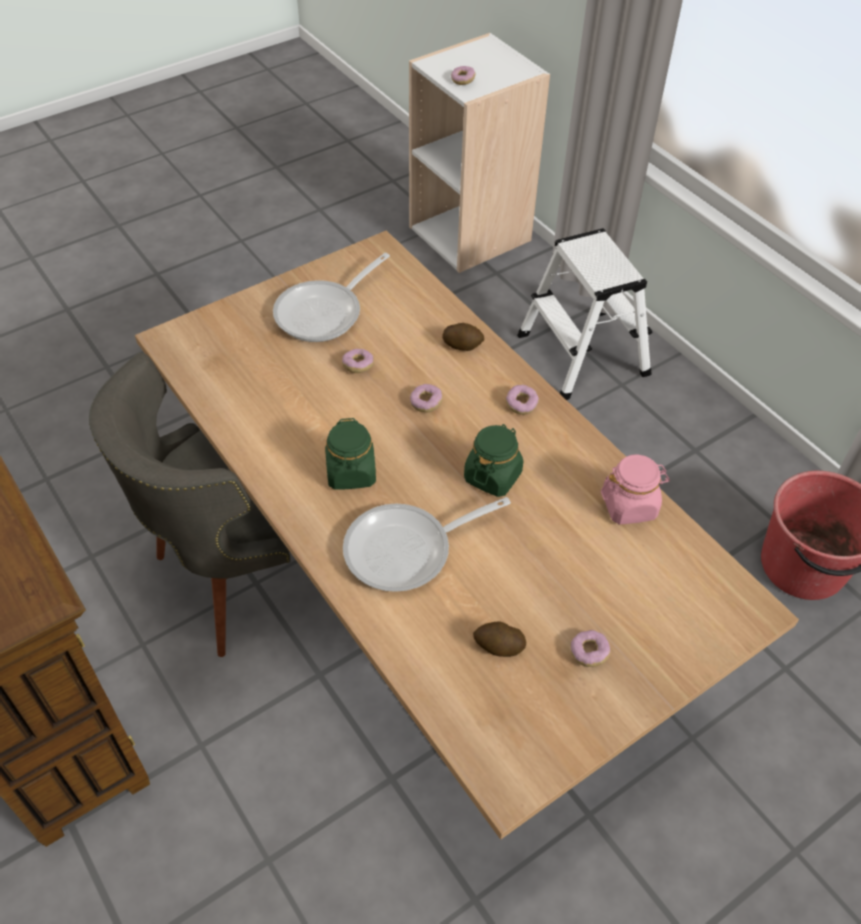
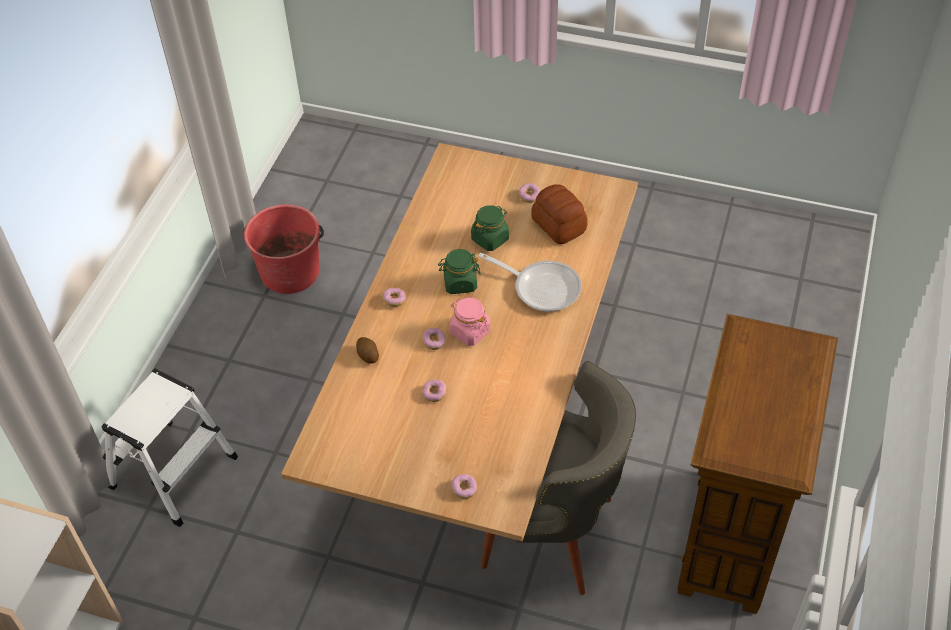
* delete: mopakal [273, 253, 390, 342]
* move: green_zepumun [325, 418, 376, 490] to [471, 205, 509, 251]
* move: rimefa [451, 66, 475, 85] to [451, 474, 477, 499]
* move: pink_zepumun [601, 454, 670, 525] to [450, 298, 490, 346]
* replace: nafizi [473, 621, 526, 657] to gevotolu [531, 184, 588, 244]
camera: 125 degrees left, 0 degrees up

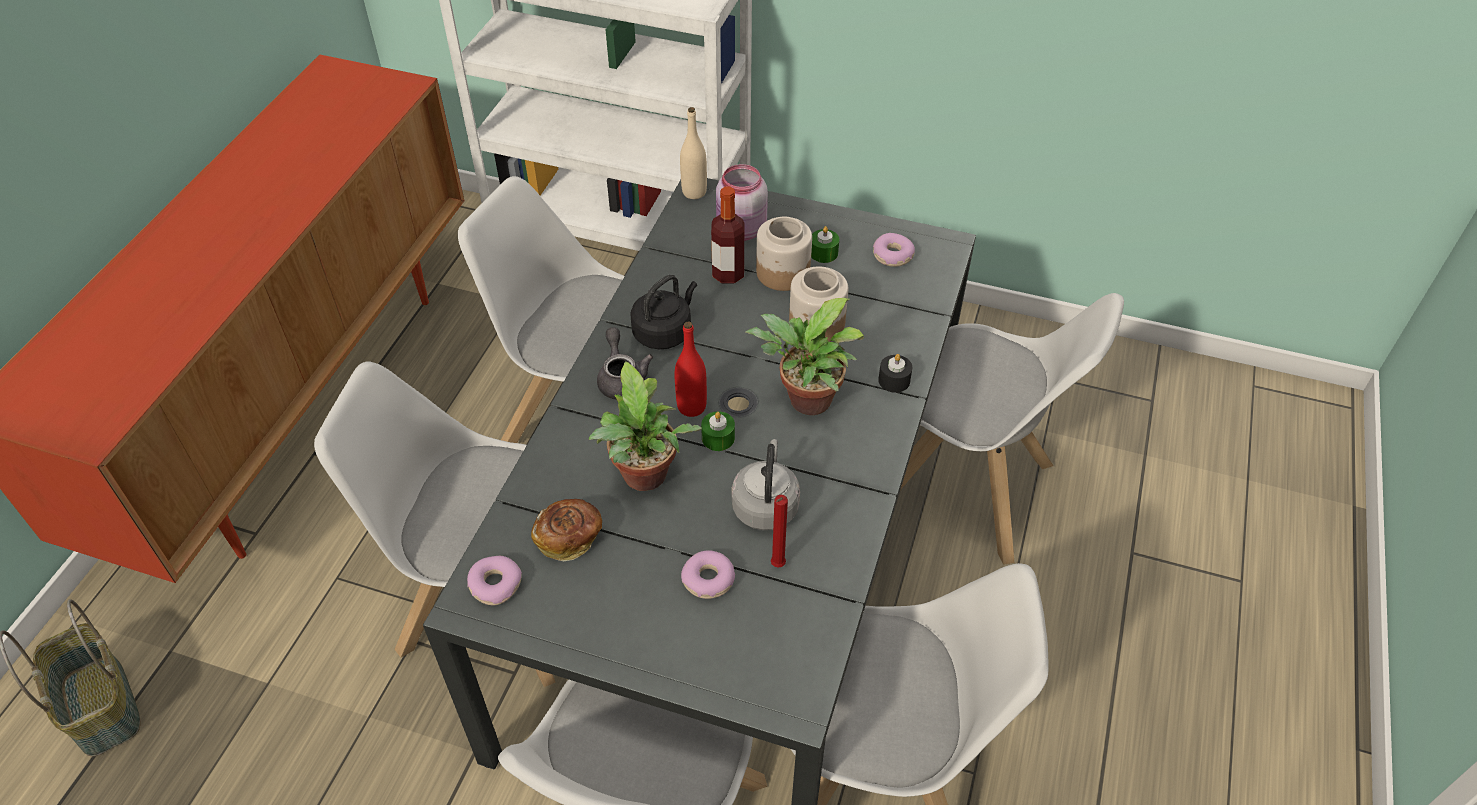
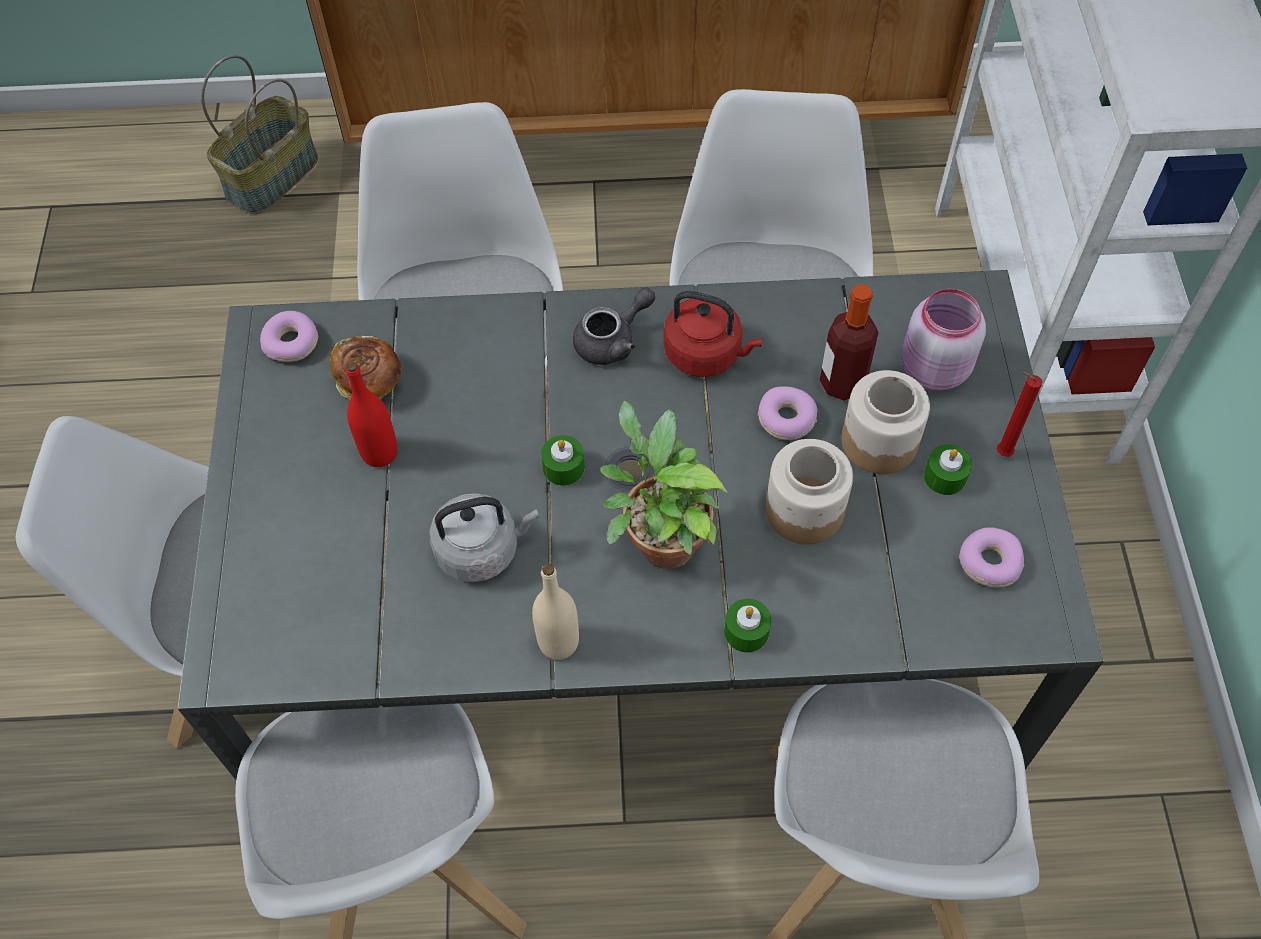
* delete: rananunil [589, 361, 701, 491]
* move: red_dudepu [674, 321, 707, 417] to [346, 362, 398, 467]
* move: beige_dudepu [680, 107, 707, 199] to [532, 564, 579, 660]
* move: rimefa [681, 550, 735, 599] to [758, 386, 818, 440]
* move: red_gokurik [771, 495, 788, 568] to [997, 371, 1042, 457]
* recolor: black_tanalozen [630, 275, 697, 349] to red_tanalozen [664, 291, 763, 377]
* recolor: black_gokurik [878, 354, 913, 393] to green_gokurik [724, 599, 771, 652]
camera: 70 degrees right, 10 degrees up

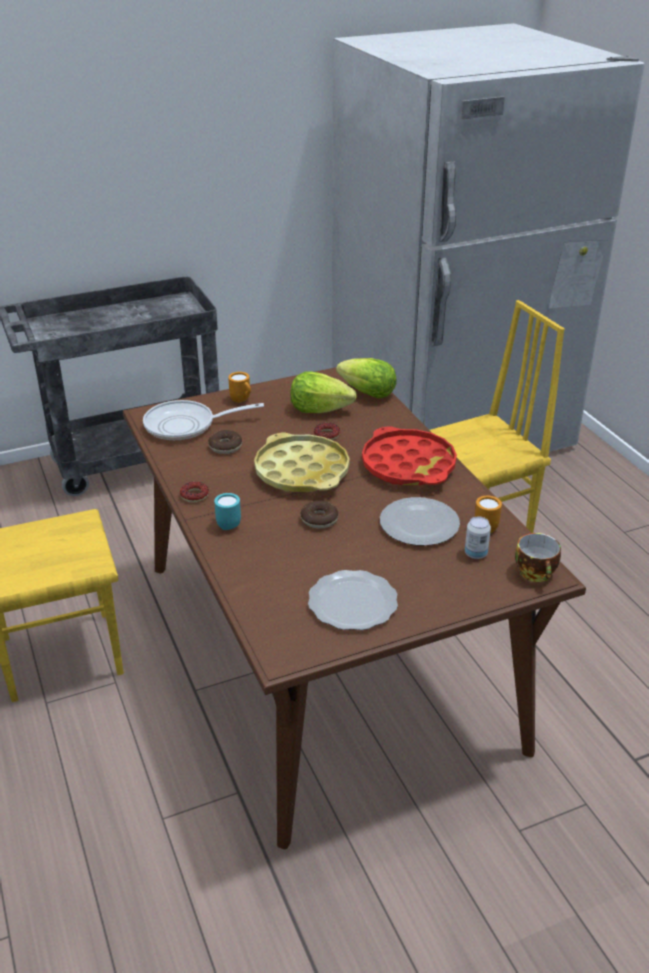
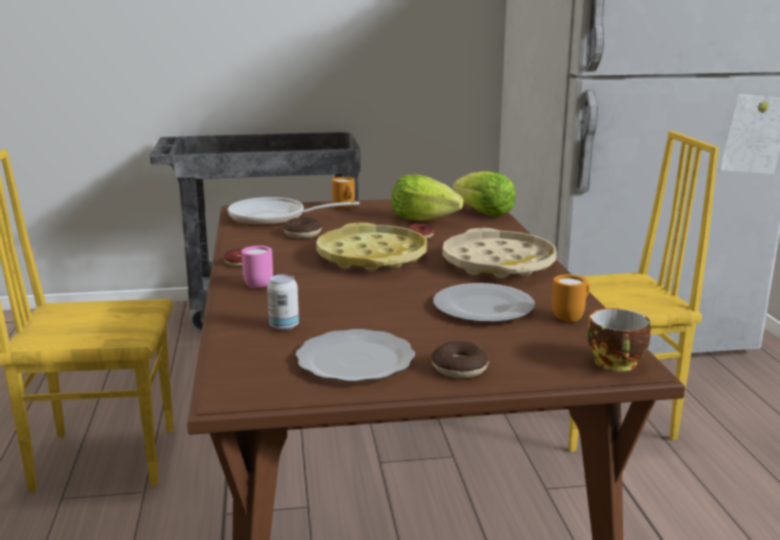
* move: rimefa [300, 500, 339, 528] to [431, 341, 489, 378]
* move: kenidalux [465, 516, 491, 559] to [267, 274, 299, 331]
* recolor: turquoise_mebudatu [214, 493, 241, 530] to pink_mebudatu [242, 246, 273, 288]
* recolor: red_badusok [362, 426, 457, 486] to beige_badusok [442, 228, 557, 278]
camera: 15 degrees right, 15 degrees down

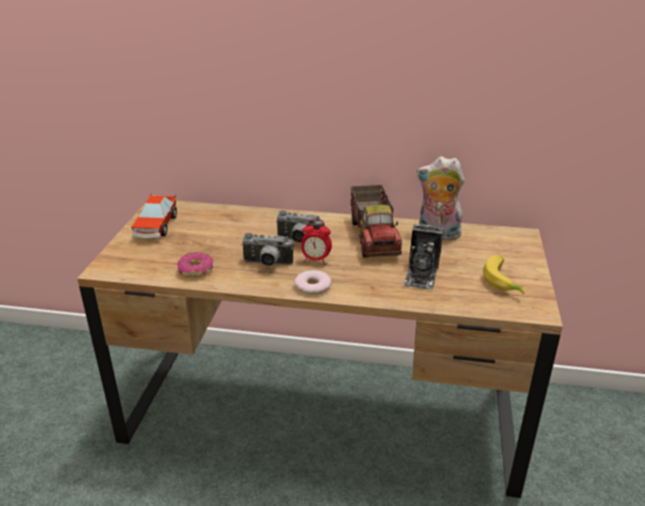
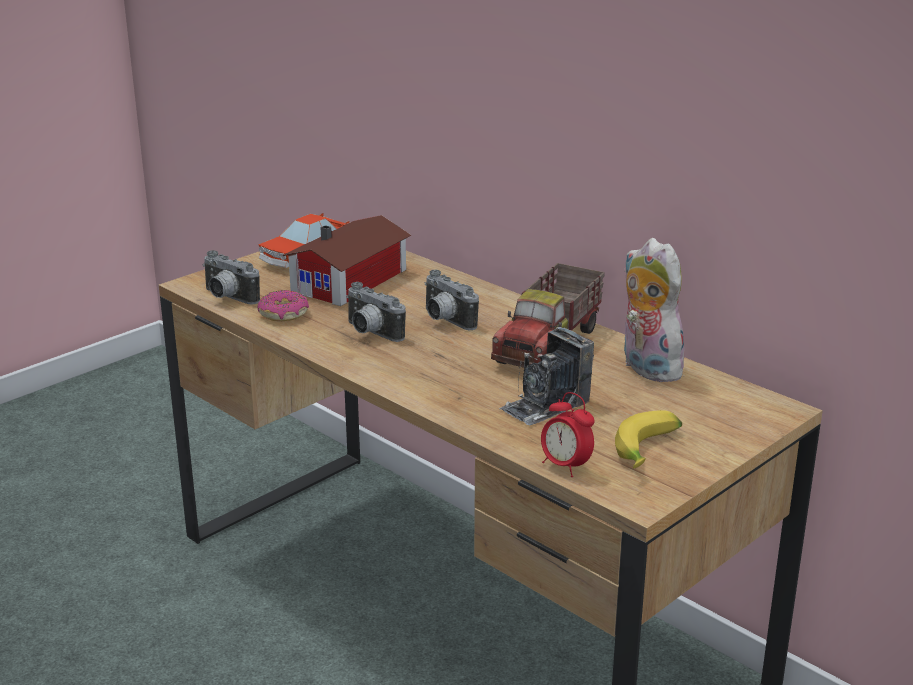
* delete: rimefa [294, 270, 332, 294]
* insert: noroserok [203, 250, 260, 305]
* insert: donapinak [283, 215, 411, 306]
* move: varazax [301, 219, 332, 265] to [541, 392, 595, 477]
camera: 35 degrees right, 5 degrees down

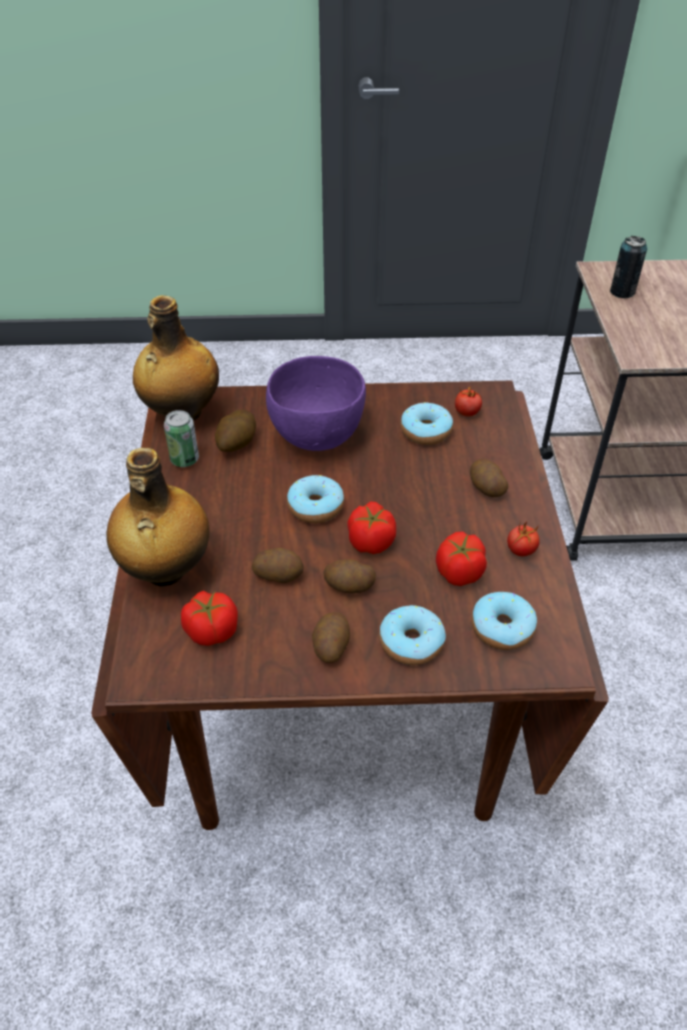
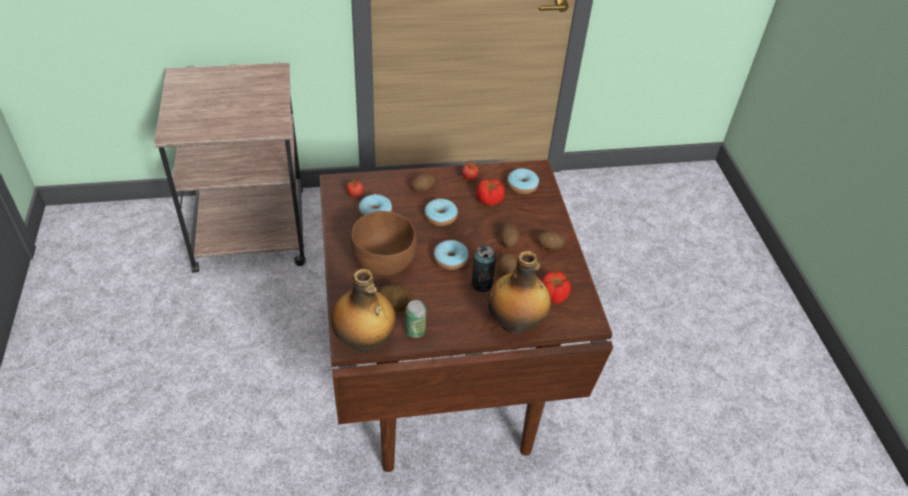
* delete: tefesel [347, 502, 396, 554]
* move: rimefa [379, 605, 446, 665] to [424, 198, 458, 226]
* move: kenidalux [610, 236, 648, 298] to [471, 245, 496, 292]
* recolor: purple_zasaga [266, 356, 366, 451] to brown_zasaga [351, 211, 417, 276]
camera: 100 degrees left, 0 degrees up

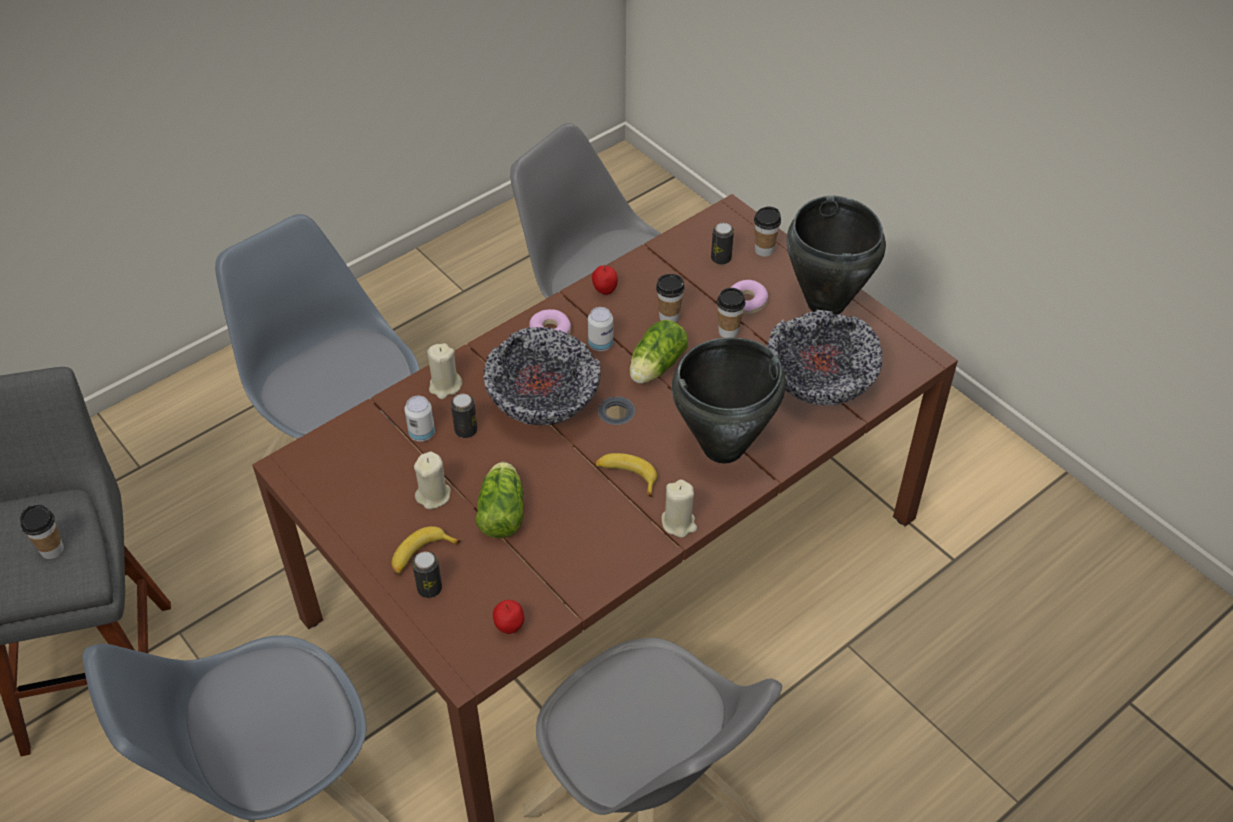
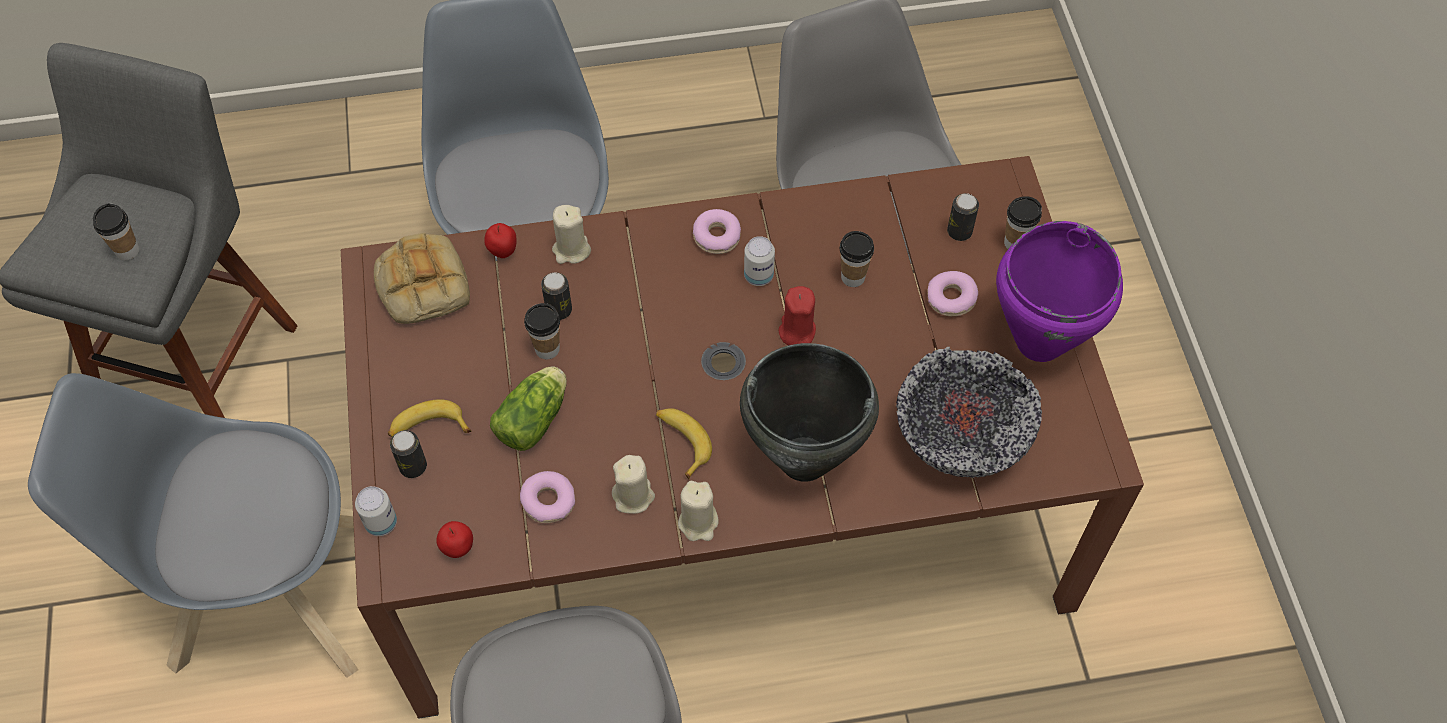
* delete: zasaga [484, 327, 601, 425]
* insert: gevotolu [374, 233, 470, 324]
* insert: rimefa [520, 471, 575, 523]
* move: kenidalux [404, 396, 435, 442] to [355, 486, 397, 536]
* move: beige_gokurik [414, 452, 451, 509] to [612, 455, 655, 514]
* move: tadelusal [592, 265, 618, 295] to [484, 223, 517, 258]
* move: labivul [717, 288, 745, 338] to [524, 303, 560, 359]
* replace: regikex [629, 320, 688, 383] to red_gokurik [779, 286, 816, 345]
* recolor: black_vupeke [787, 196, 886, 315] to purple_vupeke [996, 221, 1123, 362]
camera: 30 degrees right, 10 degrees up

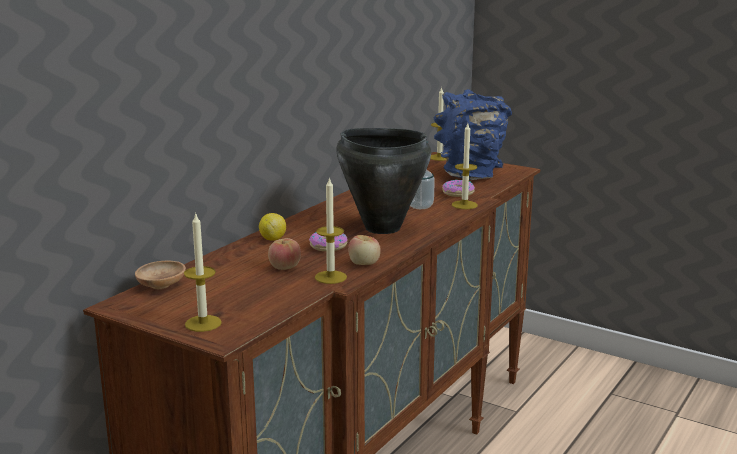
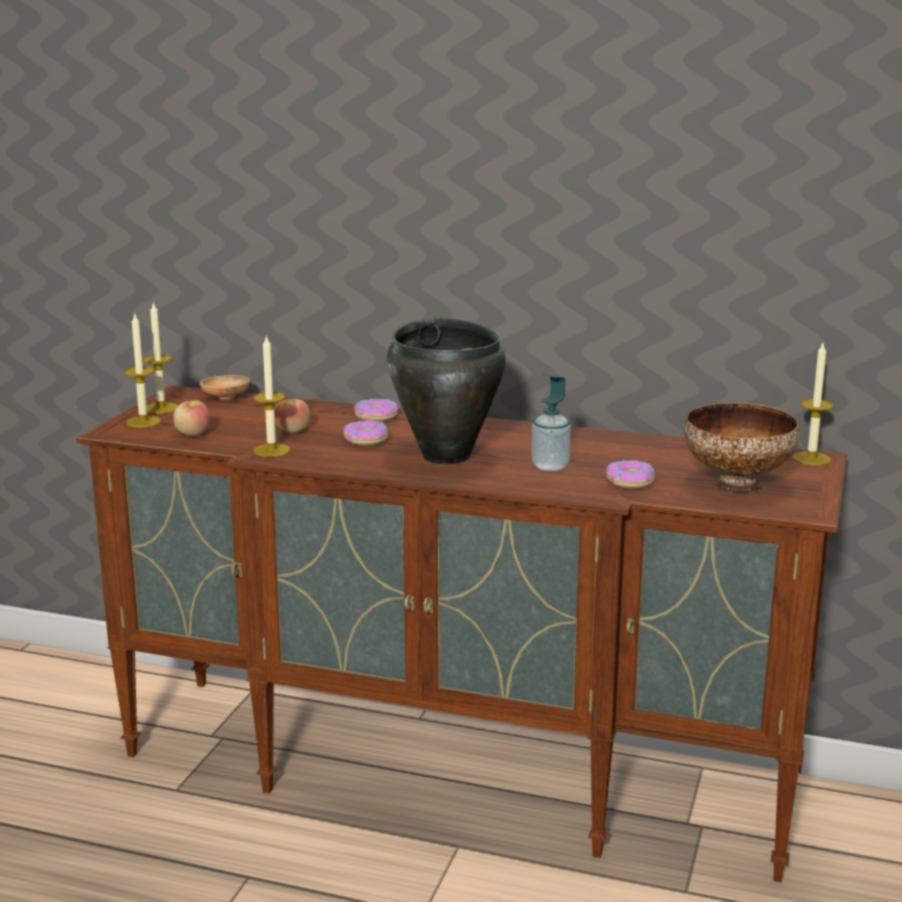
* move: tadelusal [348, 235, 381, 265] to [173, 400, 210, 436]
* move: gokurik [452, 124, 478, 209] to [143, 302, 178, 413]
* replace: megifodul [259, 213, 286, 241] to rimefa [354, 399, 398, 422]
* replace: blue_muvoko [434, 89, 512, 180] to zasaga [684, 403, 799, 493]
camera: 75 degrees right, 0 degrees up

